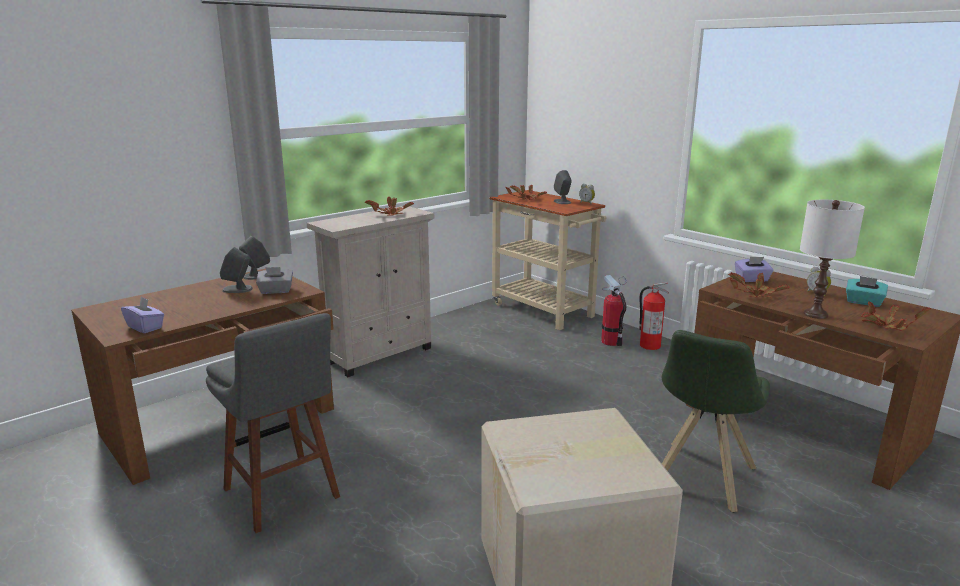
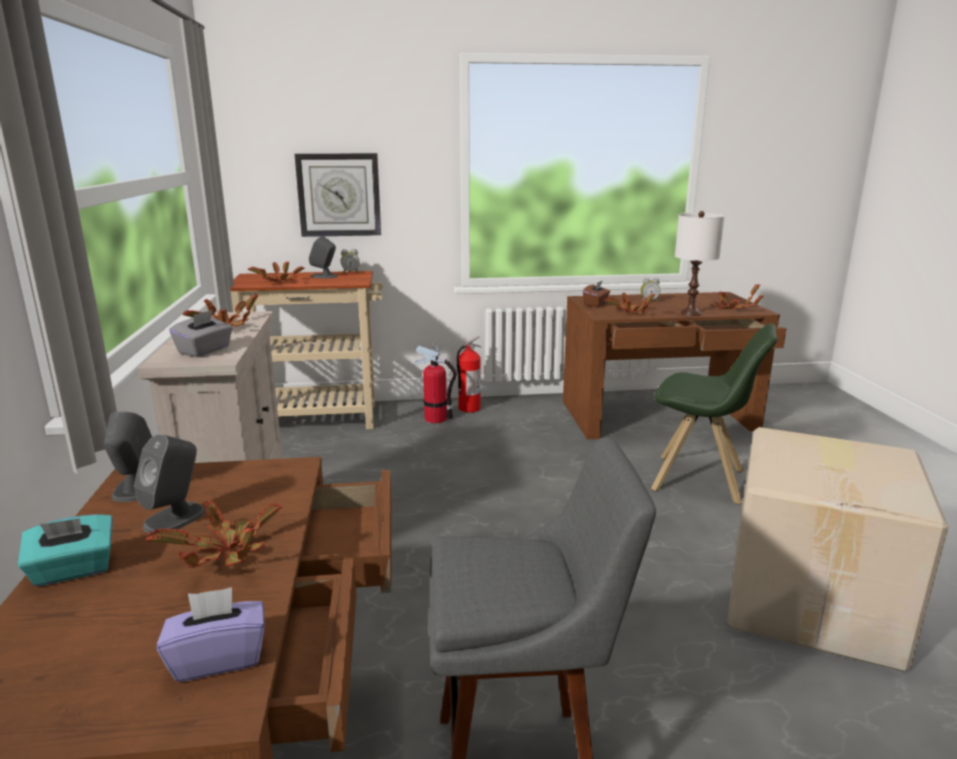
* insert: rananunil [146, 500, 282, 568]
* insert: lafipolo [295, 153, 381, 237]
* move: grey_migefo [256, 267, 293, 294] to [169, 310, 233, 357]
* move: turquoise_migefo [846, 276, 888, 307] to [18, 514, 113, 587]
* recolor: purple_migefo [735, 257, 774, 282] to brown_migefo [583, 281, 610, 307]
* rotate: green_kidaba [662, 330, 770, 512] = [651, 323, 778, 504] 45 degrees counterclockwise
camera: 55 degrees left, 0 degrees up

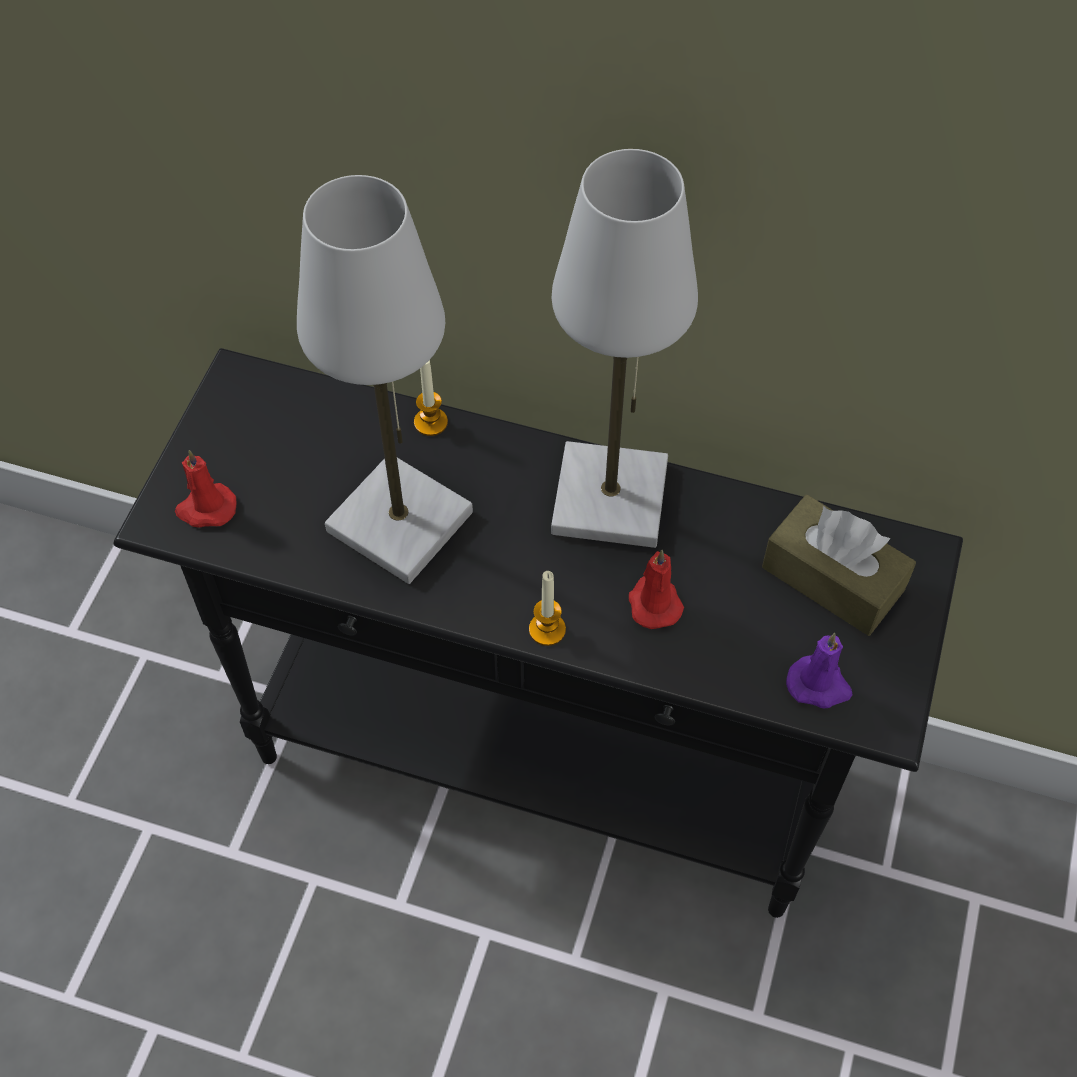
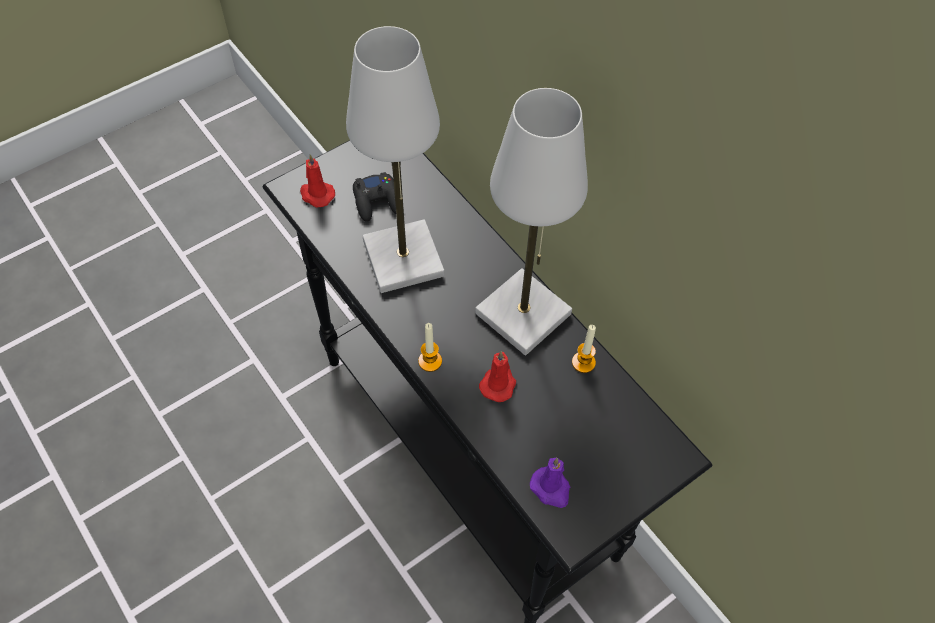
* delete: brown_migefo [762, 495, 916, 636]
* insert: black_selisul [353, 172, 396, 222]
* move: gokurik [414, 360, 448, 436] to [572, 325, 596, 373]
camera: 35 degrees right, 0 degrees up

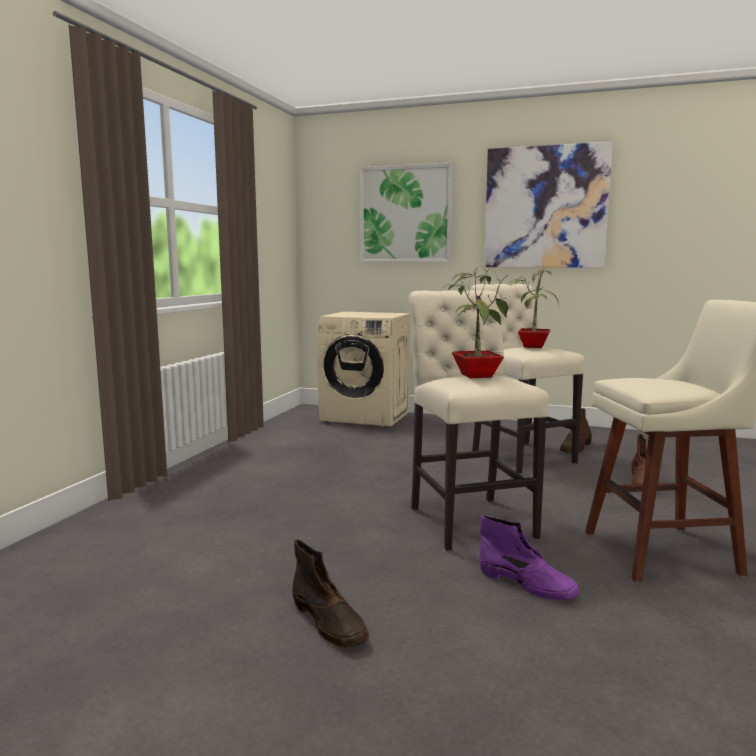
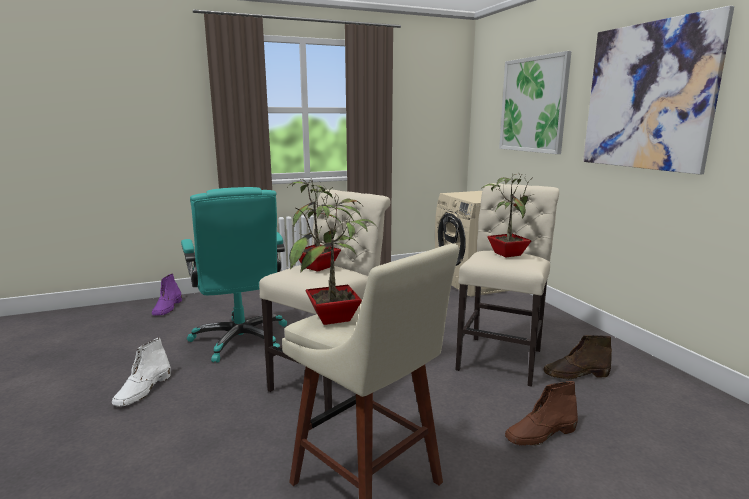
* insert: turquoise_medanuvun [181, 187, 287, 363]
* insert: rananunil [289, 195, 377, 325]
* move: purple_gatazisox [480, 515, 580, 600] to [152, 274, 182, 316]
* recolor: brown_gatazisox [292, 540, 369, 648] to white_gatazisox [112, 337, 171, 407]
camera: 50 degrees right, 5 degrees up

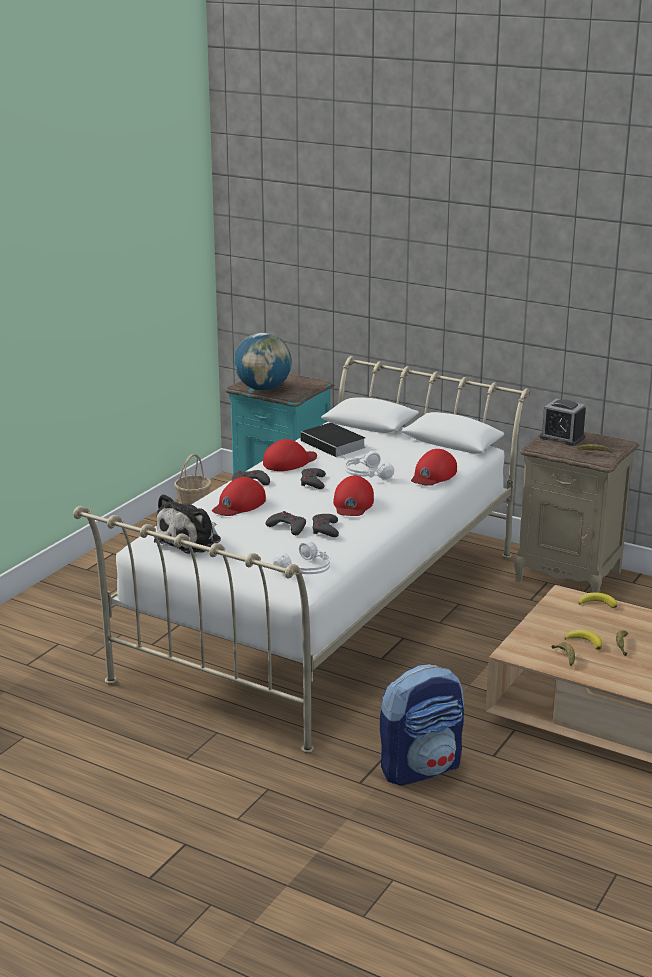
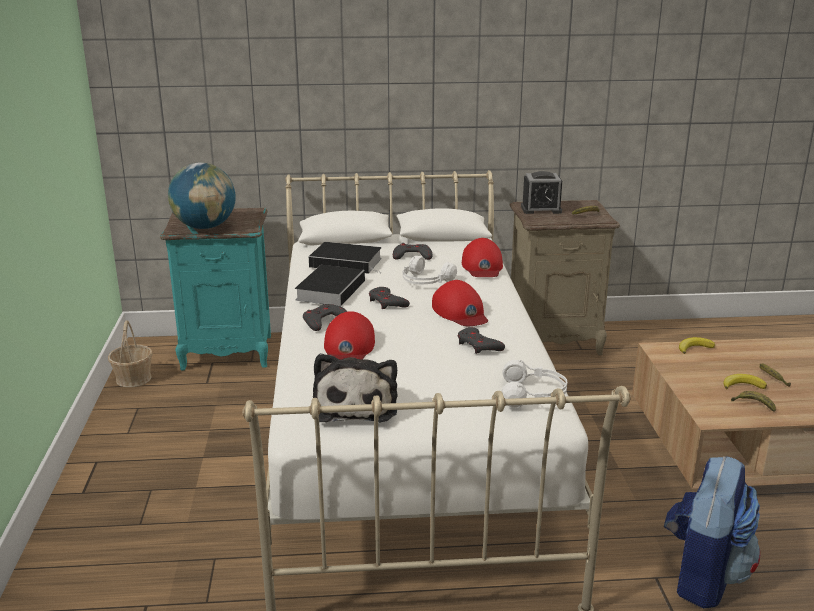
* move: grey_selisul [266, 511, 306, 535] to [393, 243, 432, 260]
* replace: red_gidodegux [263, 439, 317, 471] to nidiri [295, 265, 365, 306]
camera: 35 degrees left, 0 degrees up

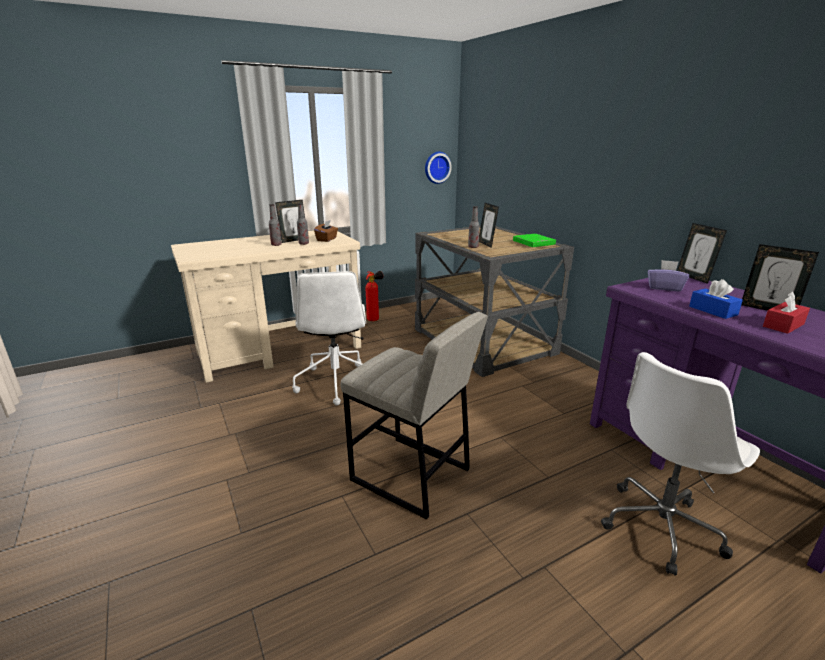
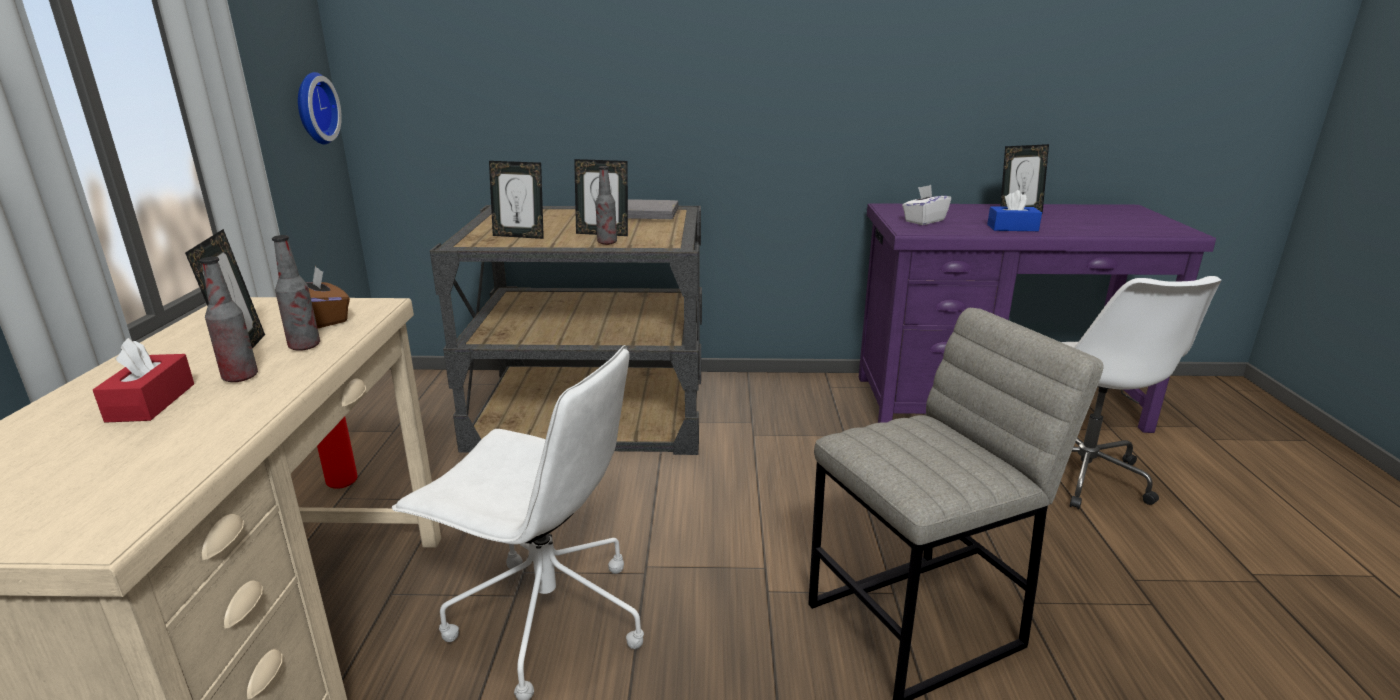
* move: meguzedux [677, 223, 727, 284] to [489, 161, 544, 239]
* move: red_migefo [763, 292, 810, 334] to [93, 338, 194, 423]
* recolor: green_nidiri [513, 234, 556, 247] to grey_nidiri [628, 199, 679, 219]
* recolor: purple_migefo [648, 260, 690, 291] to white_migefo [902, 185, 951, 225]
camera: 60 degrees left, 0 degrees up

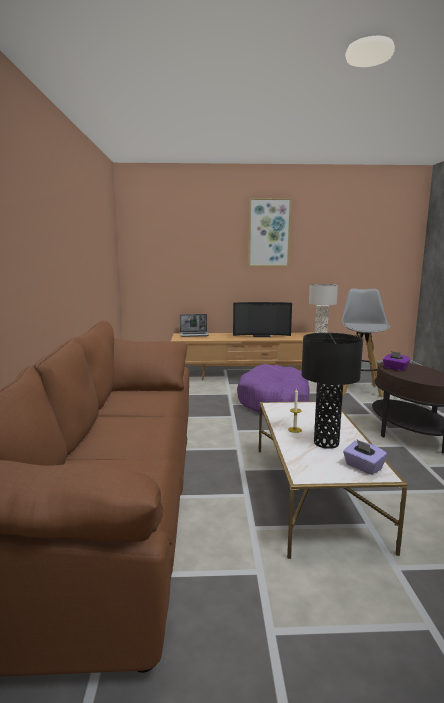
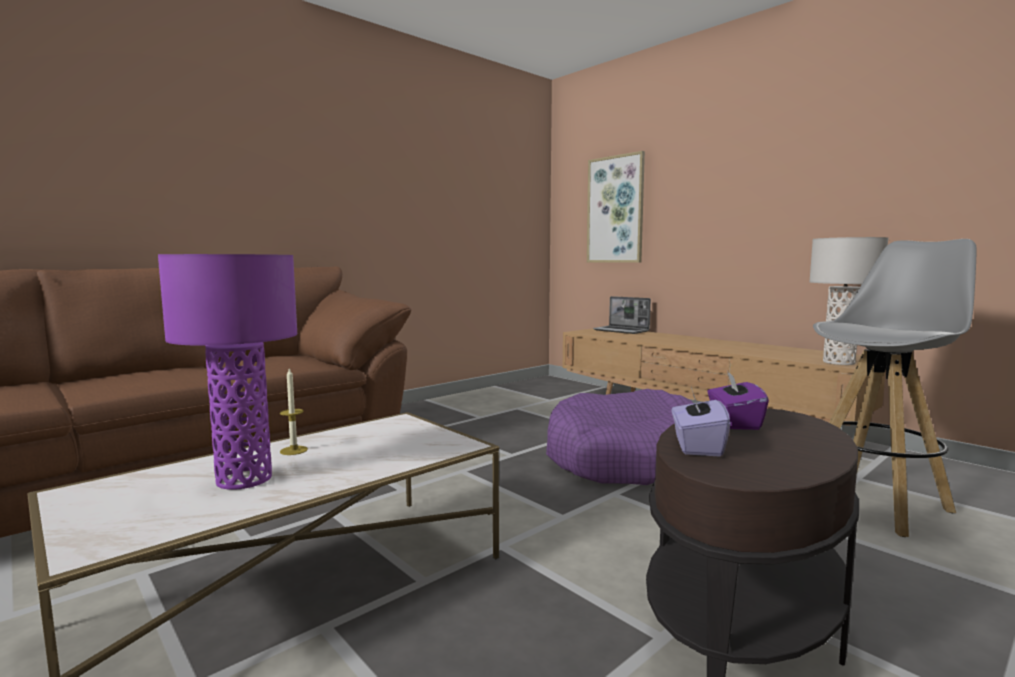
* delete: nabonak [233, 302, 292, 337]
* move: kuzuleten [248, 198, 292, 267] to [587, 151, 645, 263]
* move: purple_migefo [343, 440, 387, 475] to [672, 387, 731, 457]
* recolor: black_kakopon [302, 333, 363, 449] to purple_kakopon [158, 254, 297, 490]
camera: 50 degrees right, 5 degrees down

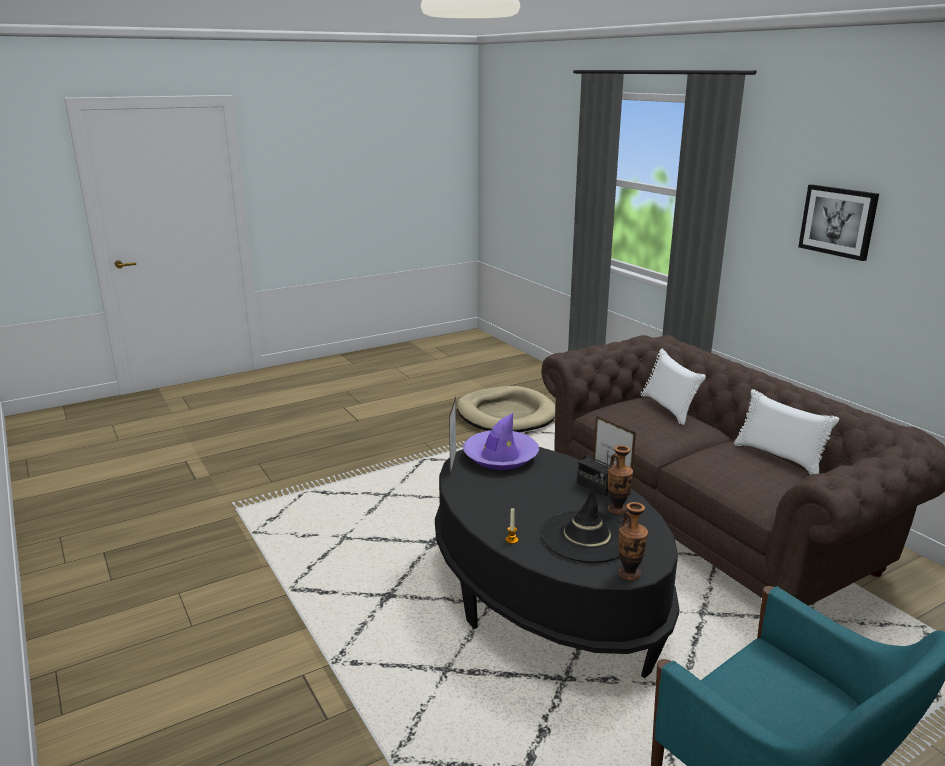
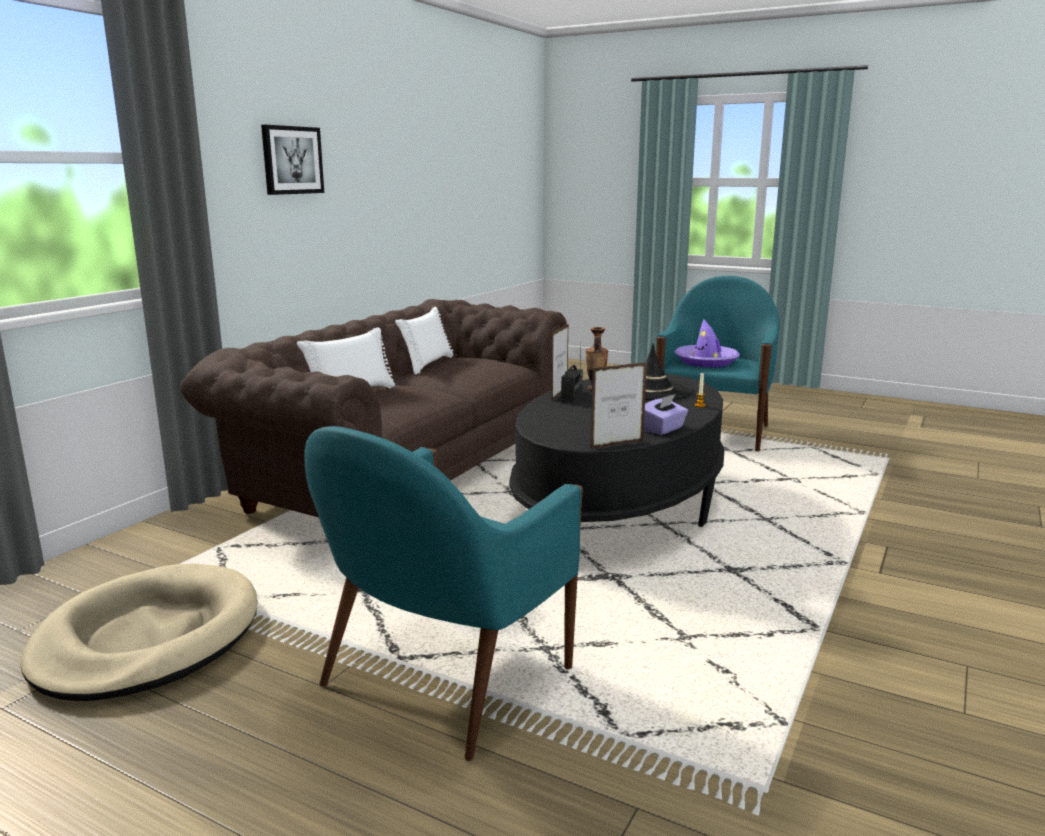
* delete: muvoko [618, 502, 648, 580]
* insert: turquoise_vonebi [304, 426, 583, 761]
* insert: purple_migefo [644, 394, 688, 435]
* move: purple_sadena [463, 413, 539, 470] to [674, 319, 740, 367]
camera: 120 degrees left, 5 degrees down

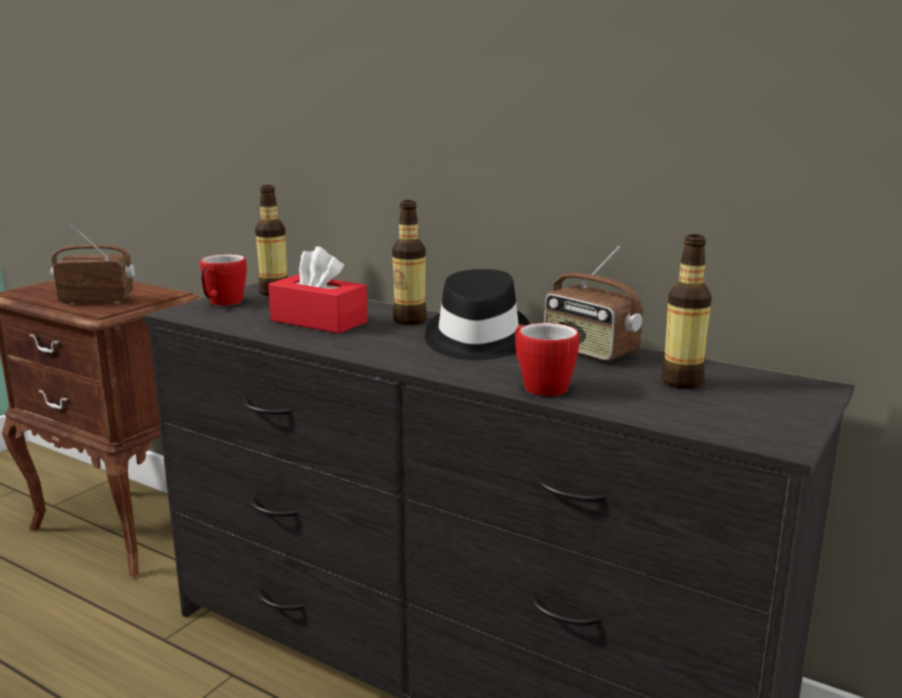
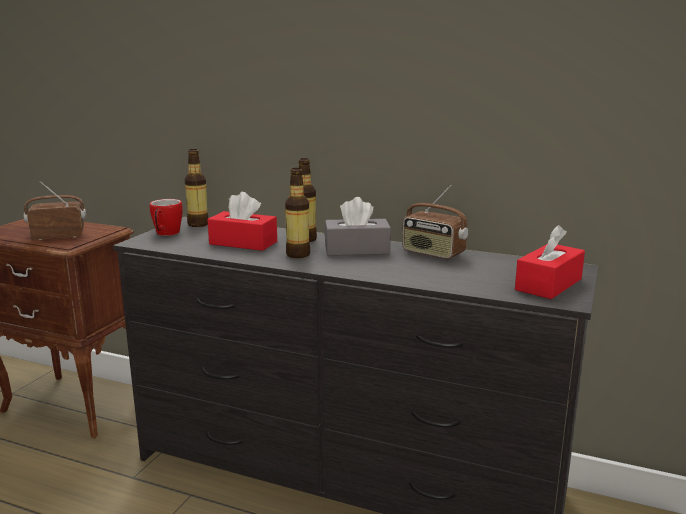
* delete: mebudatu [515, 323, 579, 396]
* insert: red_migefo [515, 225, 585, 299]
* move: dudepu [661, 234, 712, 389] to [285, 168, 310, 258]
* replace: black_sadena [425, 269, 530, 360] to grey_migefo [324, 197, 391, 256]
camera: 10 degrees left, 0 degrees up

